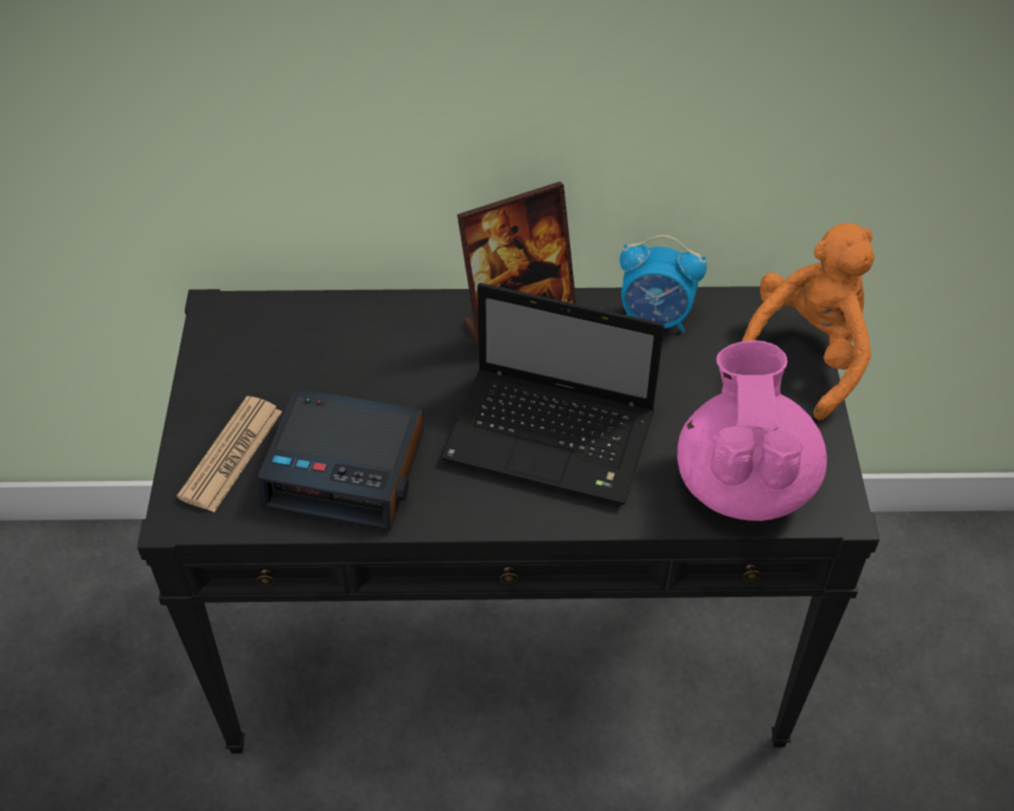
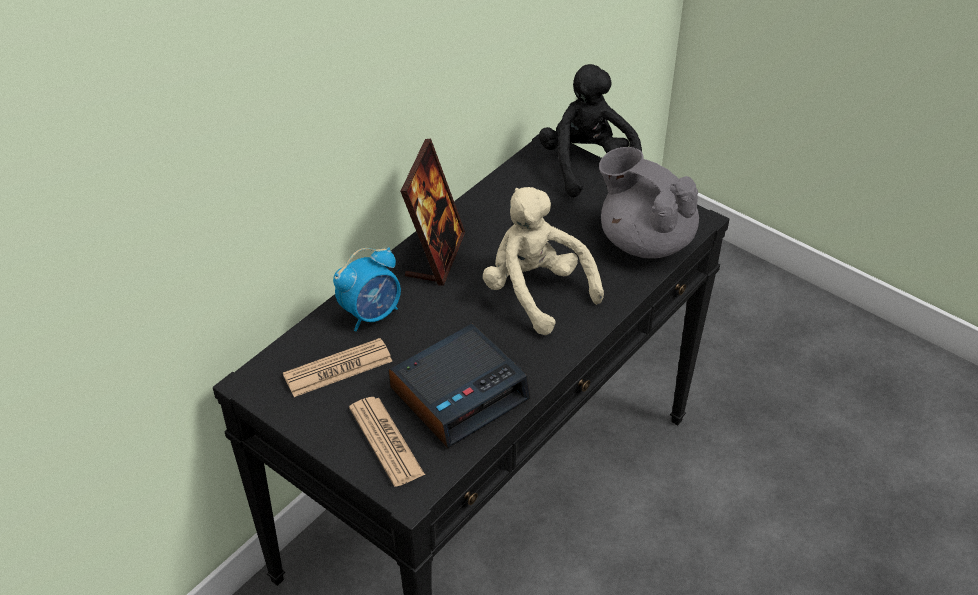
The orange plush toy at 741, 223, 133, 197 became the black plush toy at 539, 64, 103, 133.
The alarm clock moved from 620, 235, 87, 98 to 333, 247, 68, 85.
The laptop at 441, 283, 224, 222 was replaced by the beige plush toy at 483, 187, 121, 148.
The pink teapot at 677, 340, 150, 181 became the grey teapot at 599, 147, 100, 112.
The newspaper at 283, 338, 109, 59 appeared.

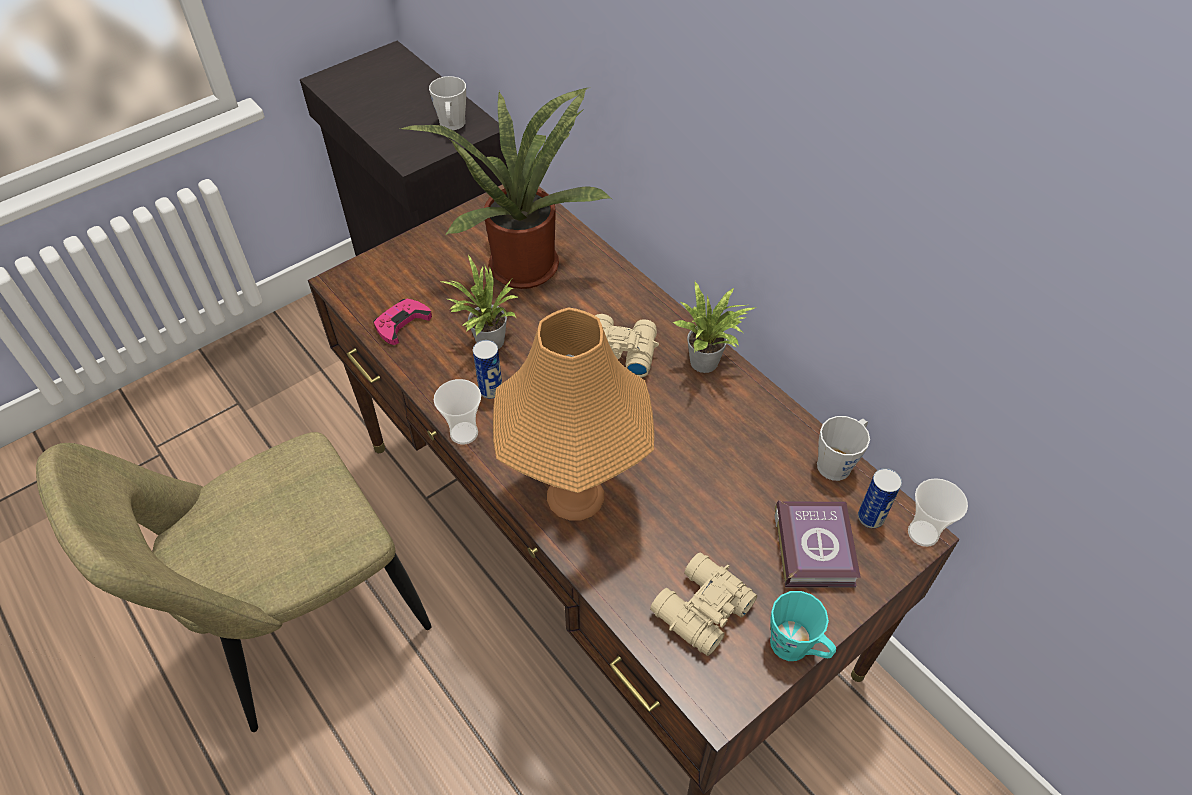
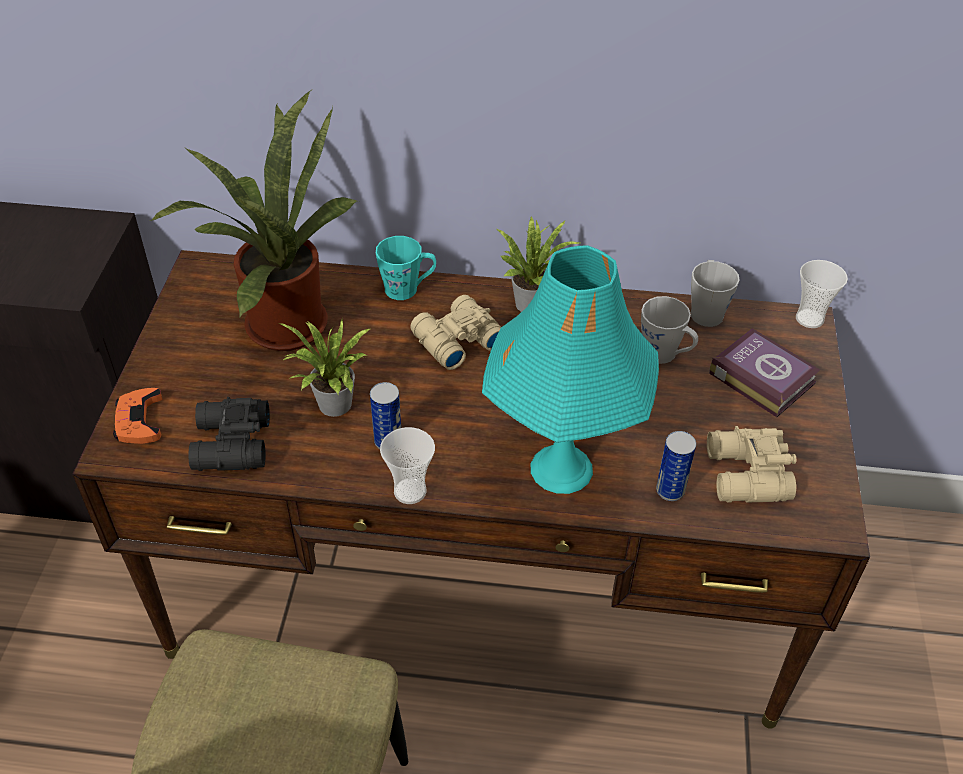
The grey mug moved from 429, 76, 37, 54 to 641, 296, 57, 68.
The pink game controller at 374, 299, 58, 46 was replaced by the black binoculars at 188, 397, 82, 74.
The orange table lamp at 493, 307, 161, 213 became the turquoise table lamp at 482, 245, 177, 249.
The can moved from 858, 468, 44, 60 to 656, 431, 40, 70.
The turquoise mug moved from 770, 591, 66, 70 to 376, 236, 60, 64.
The orange game controller at 113, 388, 50, 56 appeared.

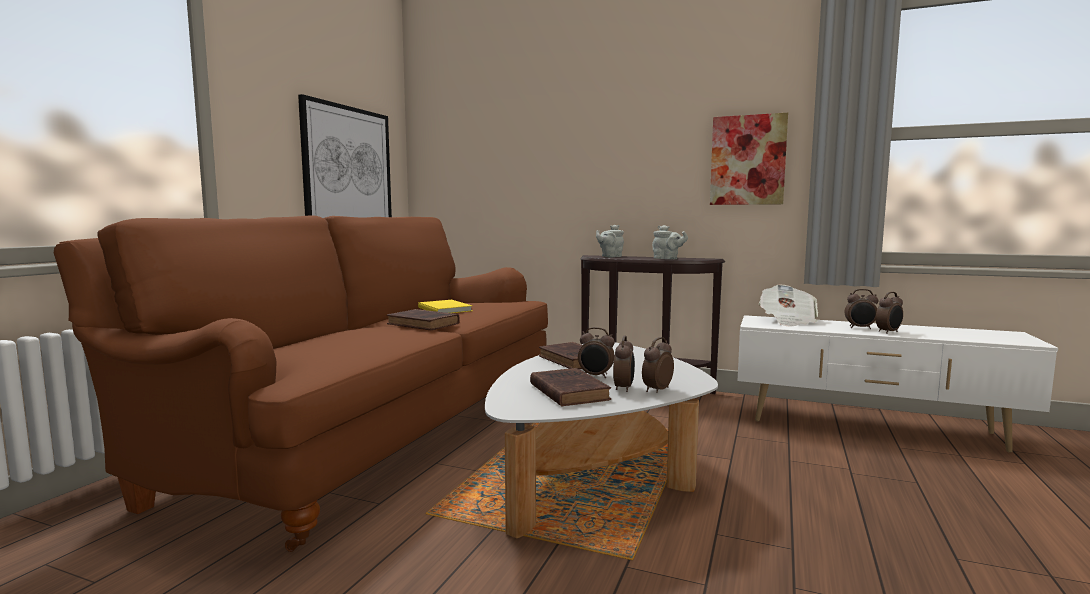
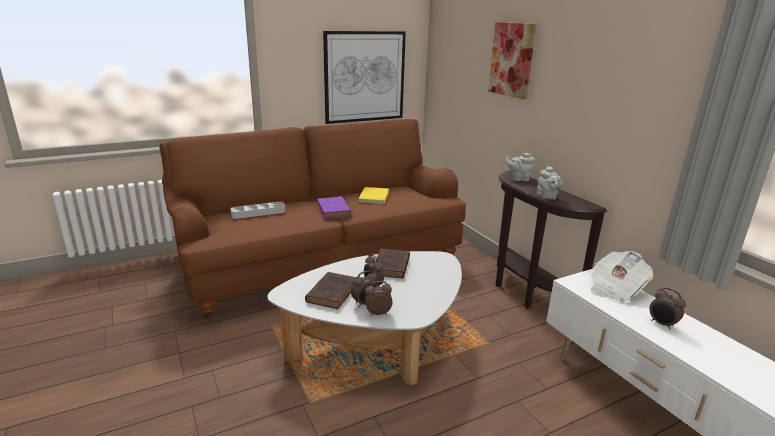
The picture moved from 710, 113, 78, 92 to 488, 22, 48, 78.
The alarm clock at 876, 292, 27, 42 disappeared.
The brown book at 387, 309, 73, 21 became the purple book at 317, 197, 34, 22.
The grey tray at 230, 202, 55, 17 appeared.

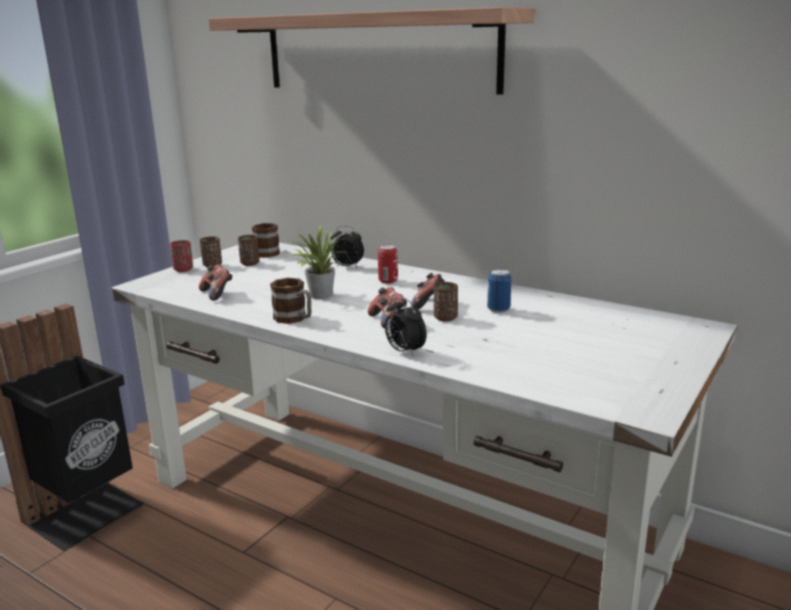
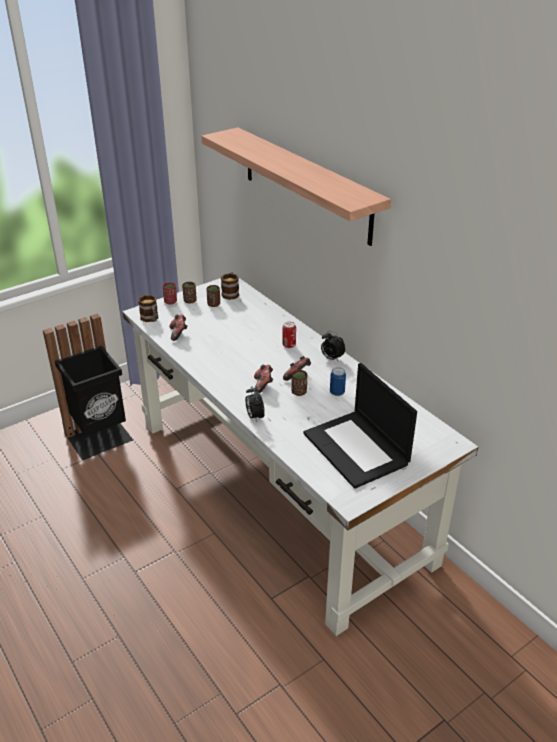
The potted plant at 288, 226, 56, 73 disappeared.
The alarm clock moved from 331, 226, 33, 42 to 321, 331, 24, 30.
The mug moved from 270, 278, 41, 46 to 138, 295, 20, 27.
The laptop at 304, 363, 113, 126 appeared.

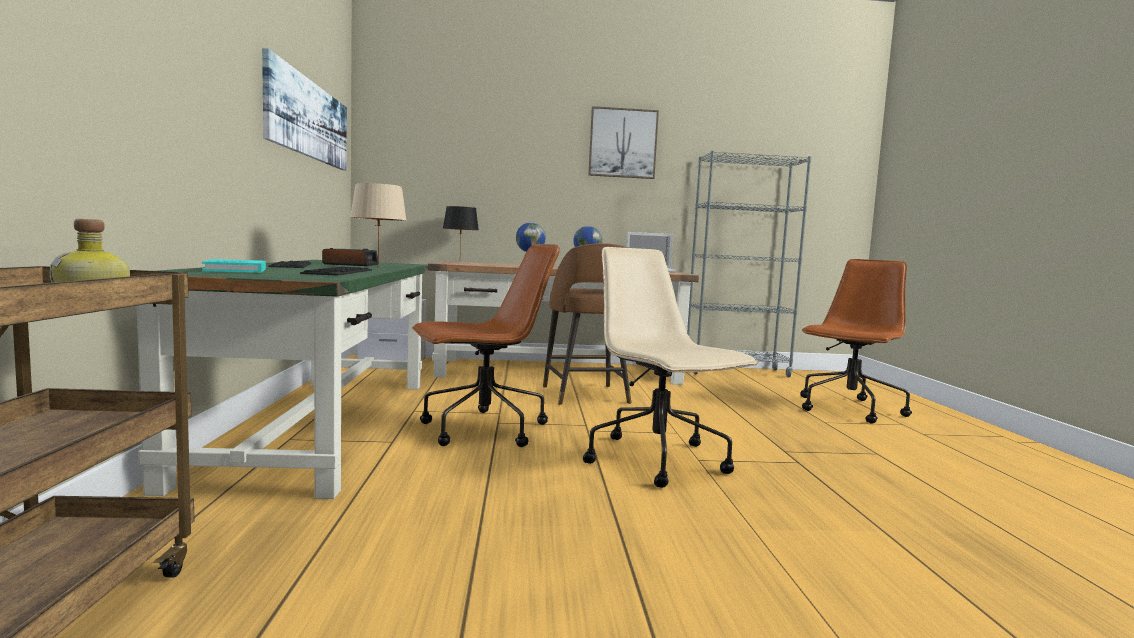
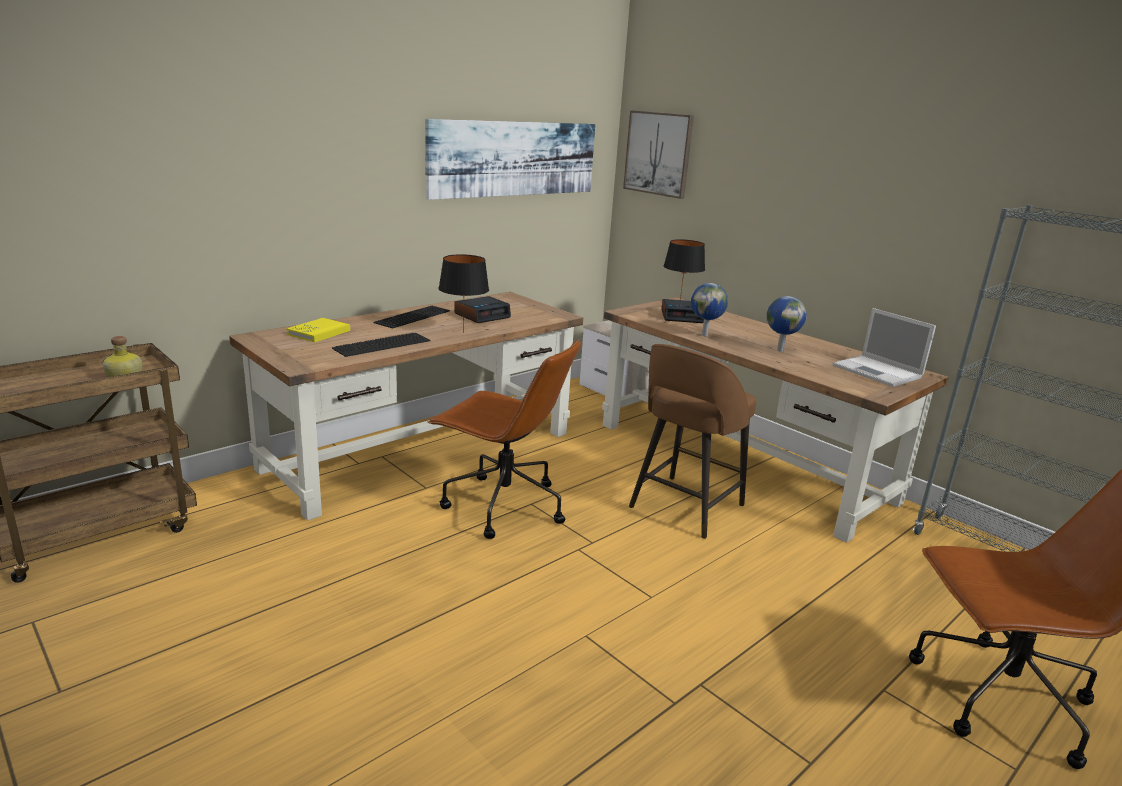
The picture moved from 588, 106, 71, 73 to 623, 110, 71, 89.
The beige table lamp at 350, 183, 57, 85 became the black table lamp at 438, 254, 51, 79.
The beige office chair at 583, 247, 175, 241 disappeared.
The turquoise book at 202, 259, 64, 14 became the yellow book at 286, 318, 64, 24.
The green desk at 137, 260, 291, 239 became the brown desk at 229, 292, 354, 229.
The alarm clock at 661, 299, 43, 24 appeared.

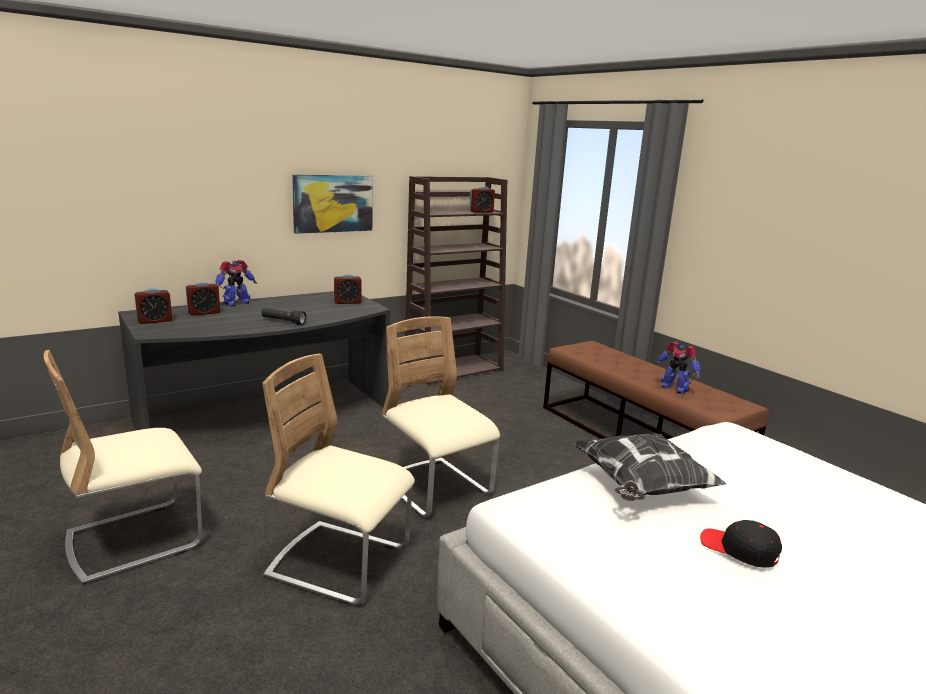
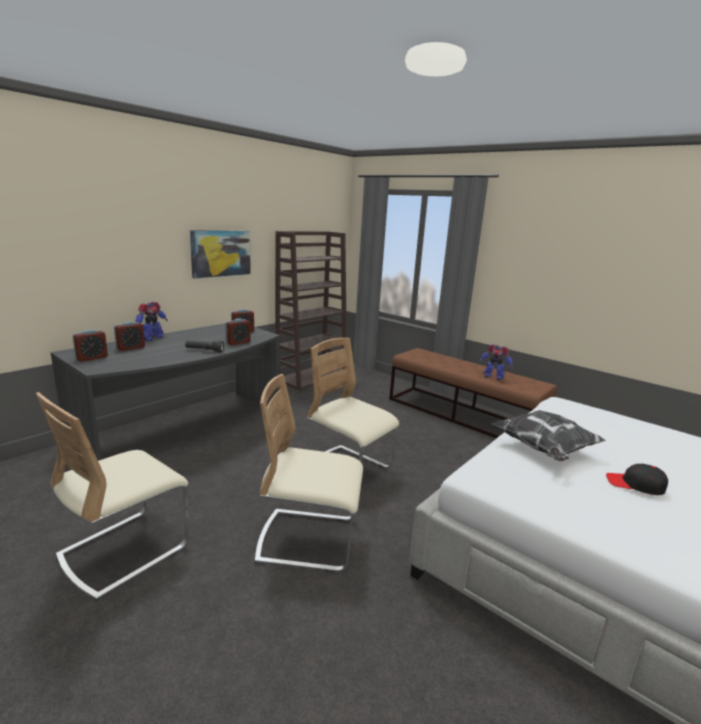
The alarm clock moved from 469, 186, 26, 27 to 225, 318, 26, 27.

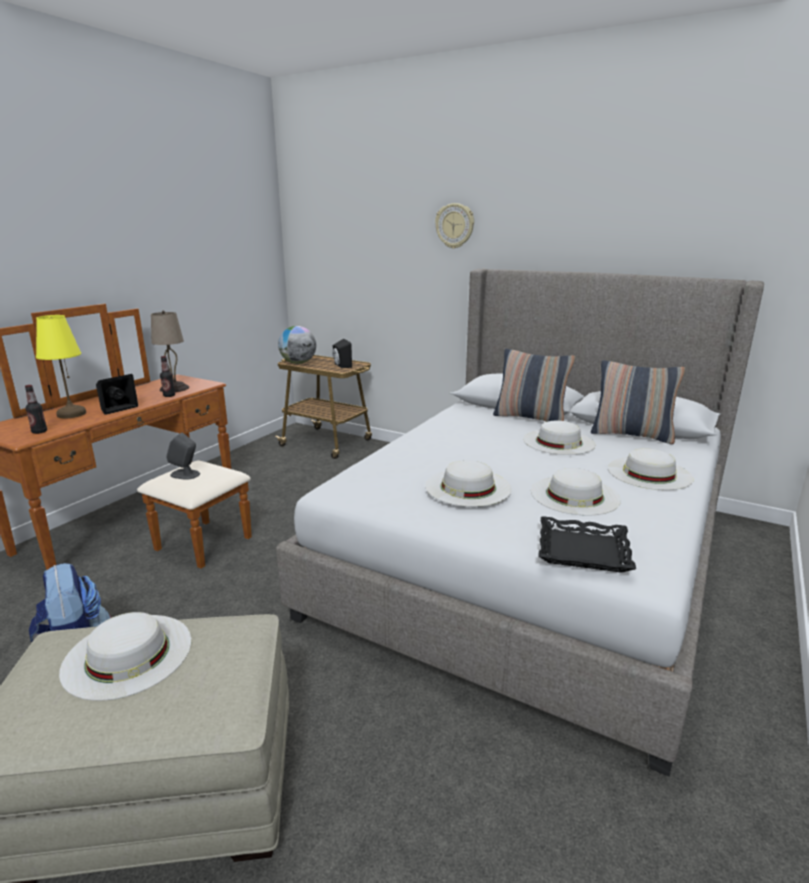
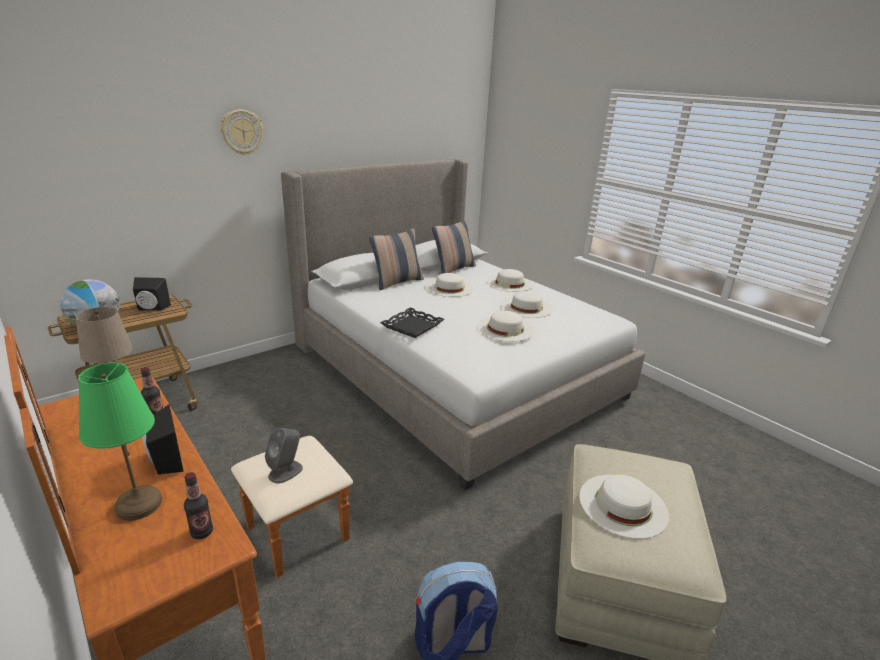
The yellow table lamp at 36, 315, 50, 103 became the green table lamp at 78, 362, 84, 159.
The black tray moved from 538, 516, 98, 57 to 380, 307, 64, 31.

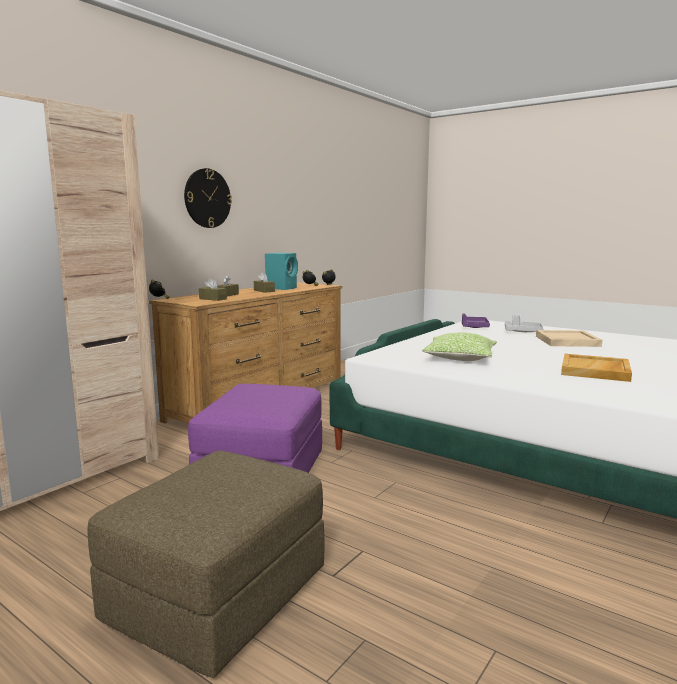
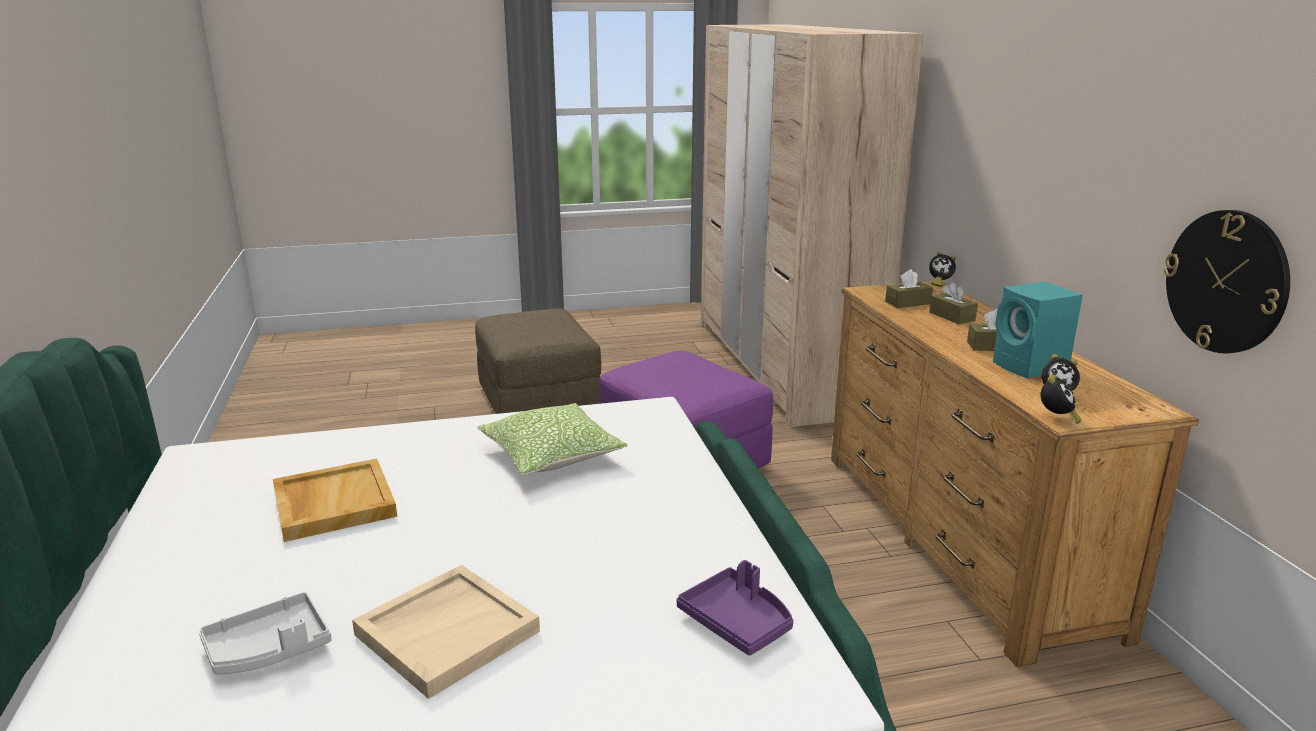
The wall clock moved from 184, 168, 48, 60 to 1164, 210, 126, 143.
The grey tray moved from 505, 315, 38, 17 to 199, 592, 133, 83.

